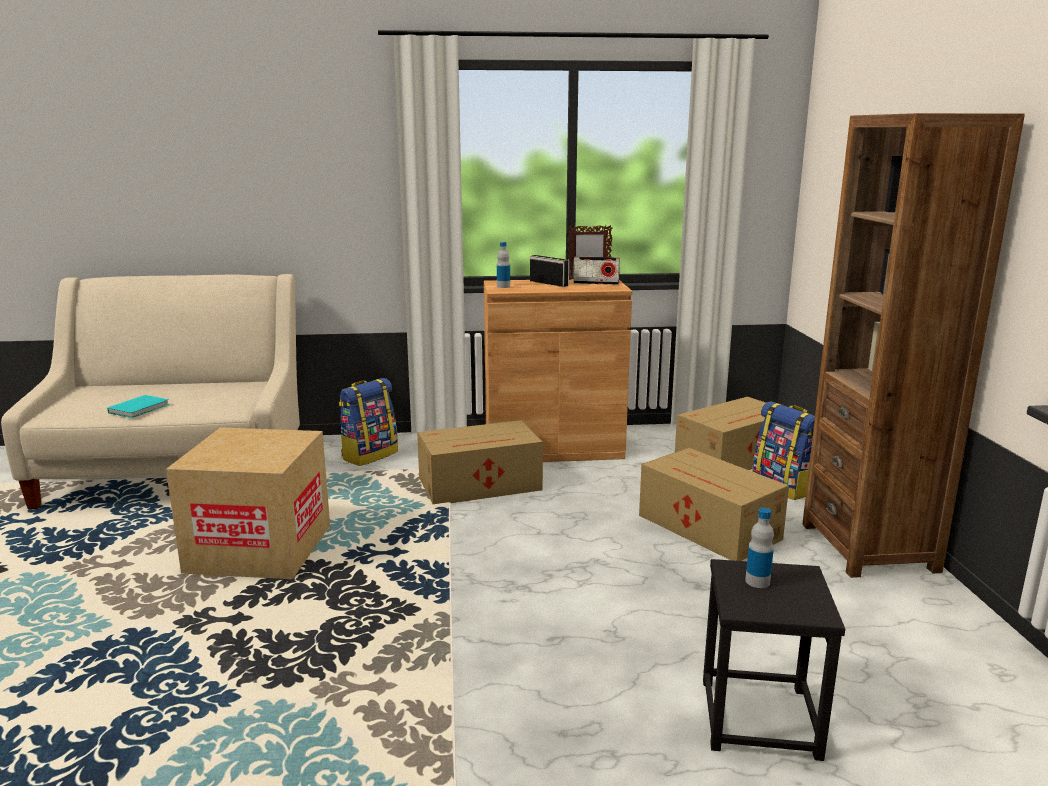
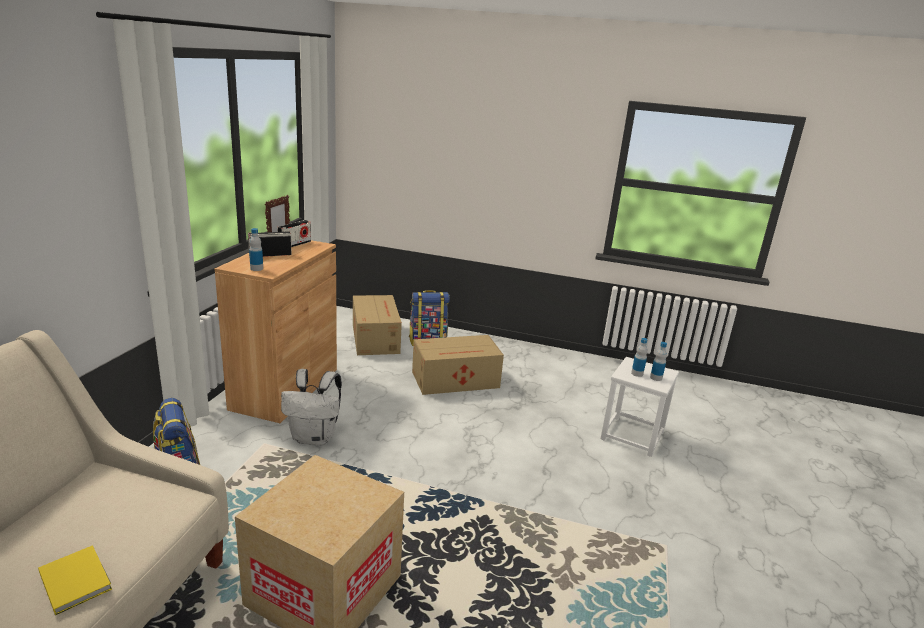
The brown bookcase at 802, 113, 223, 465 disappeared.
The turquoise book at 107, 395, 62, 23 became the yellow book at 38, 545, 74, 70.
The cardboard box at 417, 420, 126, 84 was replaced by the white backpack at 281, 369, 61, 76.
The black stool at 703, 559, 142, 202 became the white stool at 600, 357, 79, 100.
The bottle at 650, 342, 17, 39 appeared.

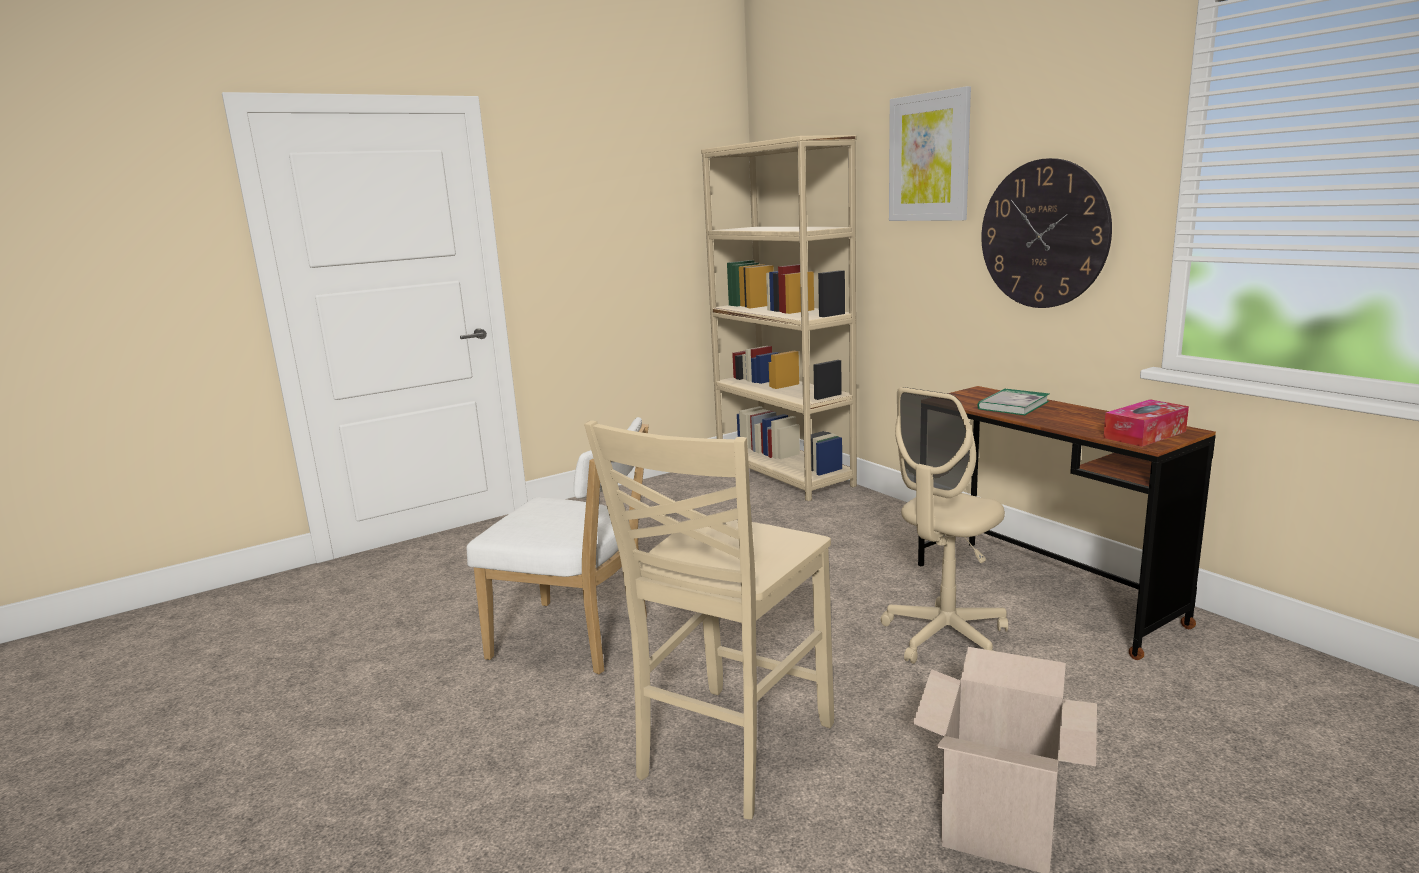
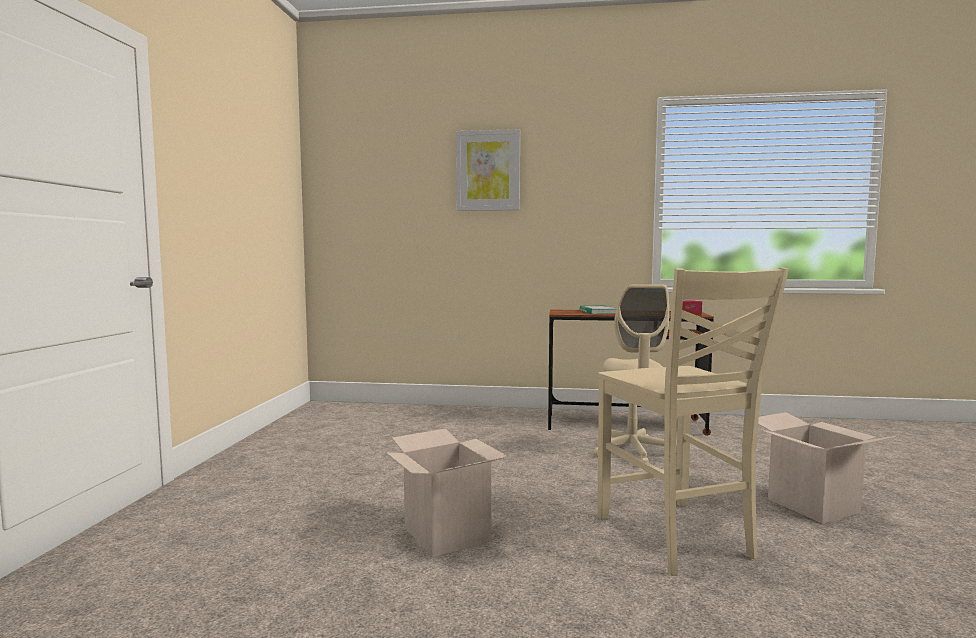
The beige bookcase at 701, 135, 156, 366 disappeared.
The wall clock at 981, 158, 131, 150 disappeared.
The white chair at 467, 417, 182, 257 was replaced by the cardboard box at 386, 429, 122, 128.

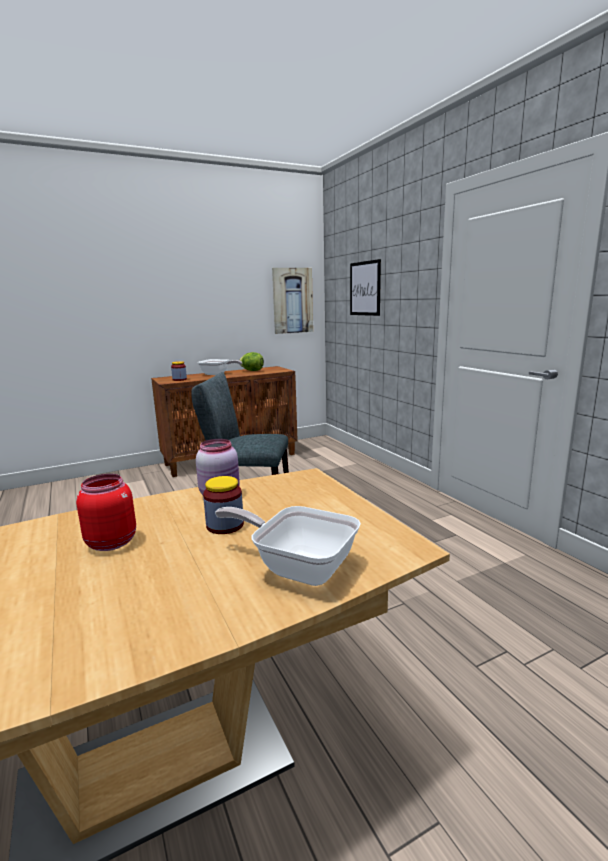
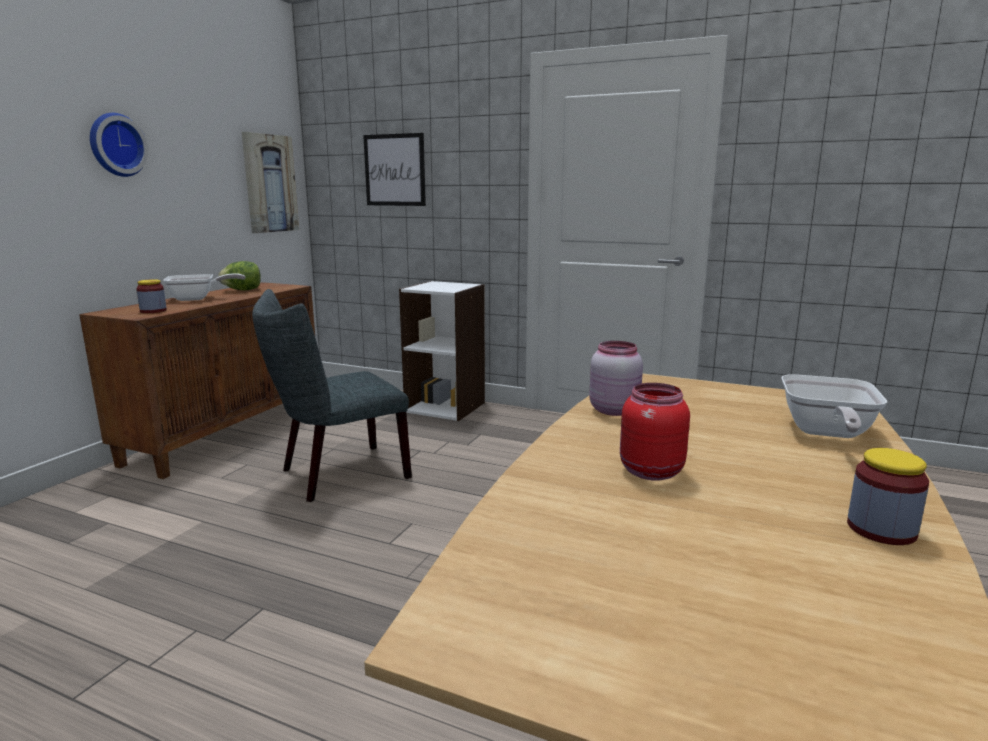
The jar moved from 203, 476, 41, 58 to 847, 448, 82, 97.
The frying pan at 215, 506, 146, 80 turned 60 degrees counterclockwise.
The wall clock at 90, 113, 58, 64 appeared.
The white bookcase at 399, 281, 86, 140 appeared.

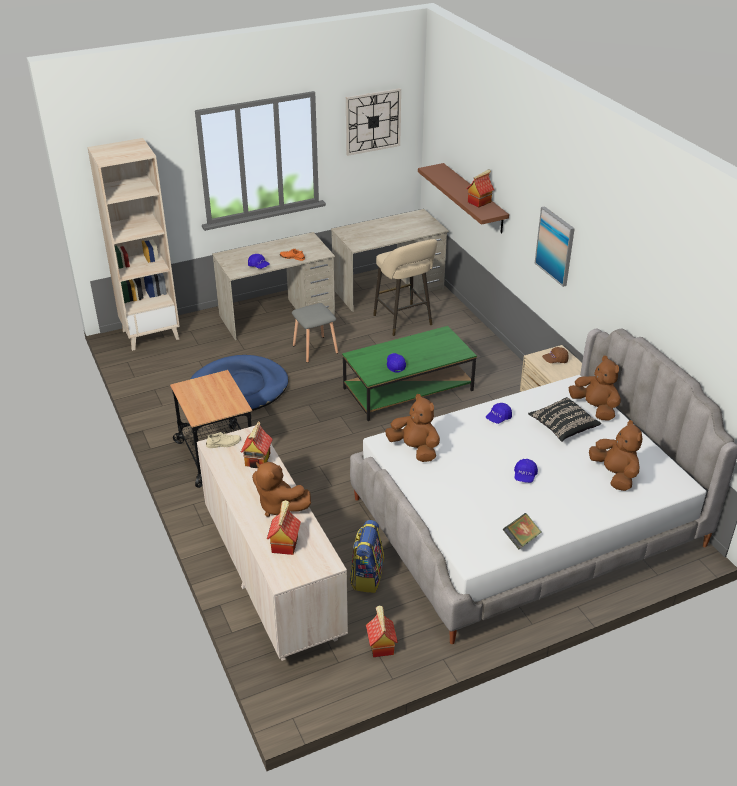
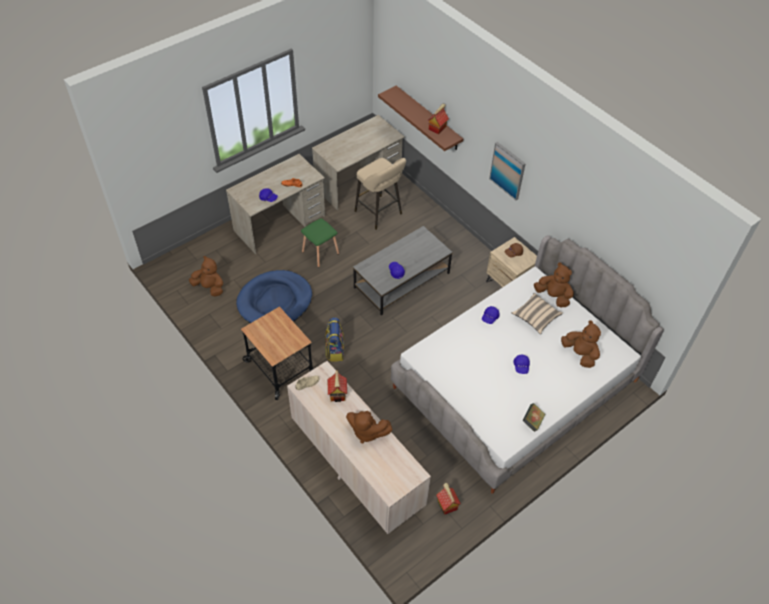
The wall clock at 346, 88, 55, 68 disappeared.
The beige bookcase at 87, 138, 93, 213 disappeared.
The grey stool at 292, 303, 46, 60 became the green stool at 301, 218, 38, 49.
The green coffee table at 342, 326, 135, 95 became the grey coffee table at 353, 226, 100, 90.
The brown plush toy moved from 385, 394, 55, 68 to 189, 256, 34, 41.
The black pillow at 528, 397, 73, 45 became the beige pillow at 512, 293, 51, 41.
The toy house at 267, 500, 34, 55 disappeared.
The backpack moved from 350, 520, 34, 73 to 325, 317, 19, 44.

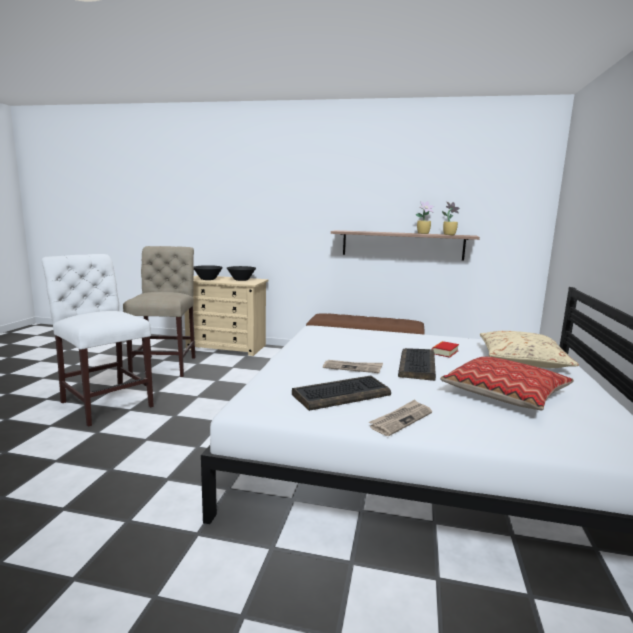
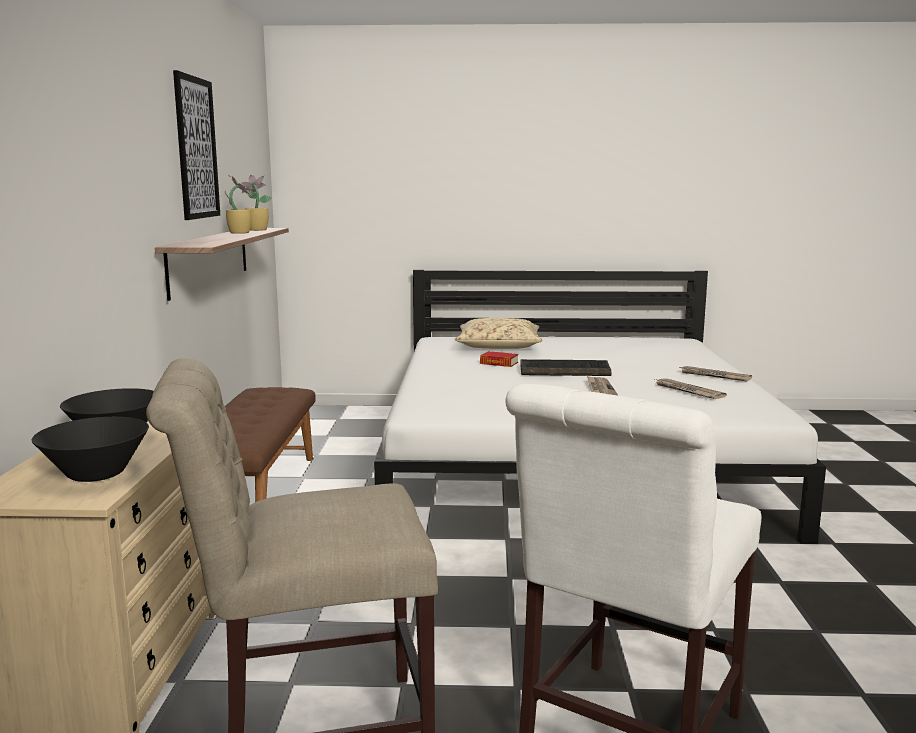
The pillow at 440, 357, 134, 54 disappeared.
The keyboard at 292, 376, 99, 35 was replaced by the newspaper at 655, 378, 72, 21.
The picture at 173, 70, 47, 150 appeared.

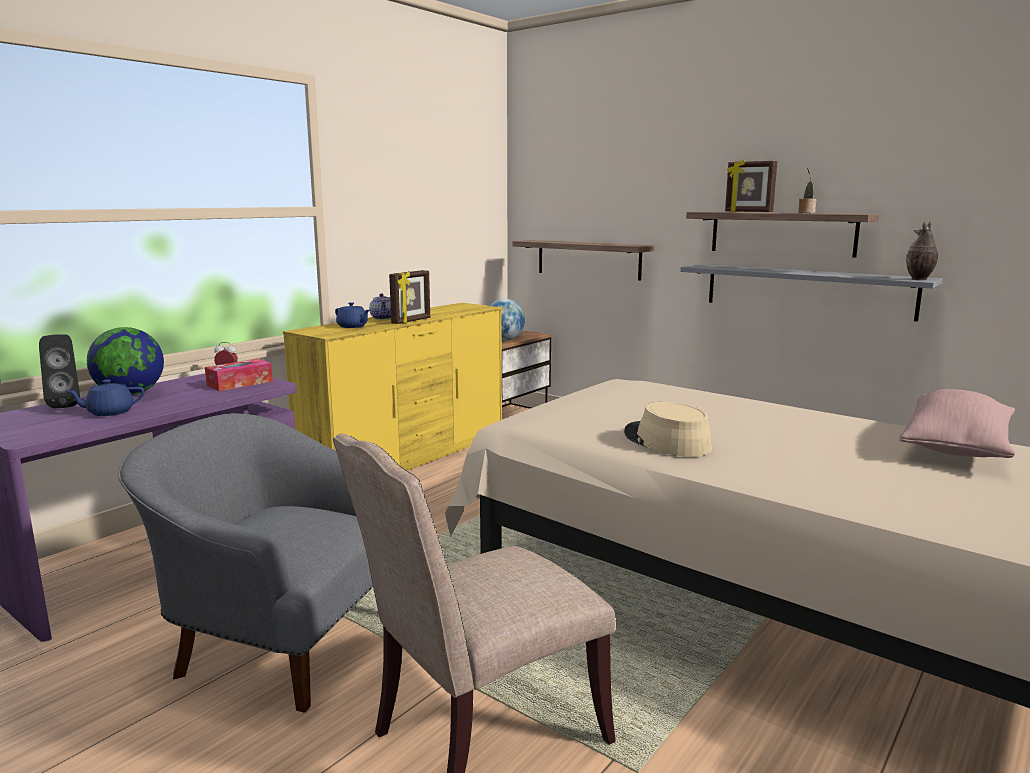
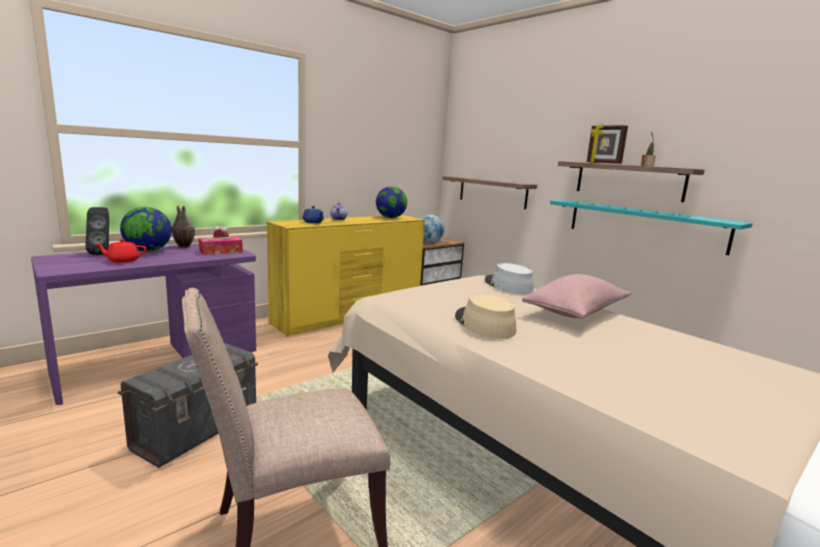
The vase moved from 906, 221, 32, 59 to 172, 205, 23, 43.
The grey shelf at 680, 264, 263, 58 became the turquoise shelf at 550, 200, 203, 55.
The picture frame at 389, 270, 41, 54 disappeared.
The blue teapot at 66, 379, 79, 37 became the red teapot at 95, 239, 52, 24.
The pink pillow moved from 899, 389, 116, 69 to 522, 274, 109, 44.
The grey armchair at 118, 413, 255, 300 was replaced by the grey storage box at 118, 343, 140, 125.
The globe at 376, 186, 31, 32 appeared.
The grey hat at 485, 263, 49, 31 appeared.

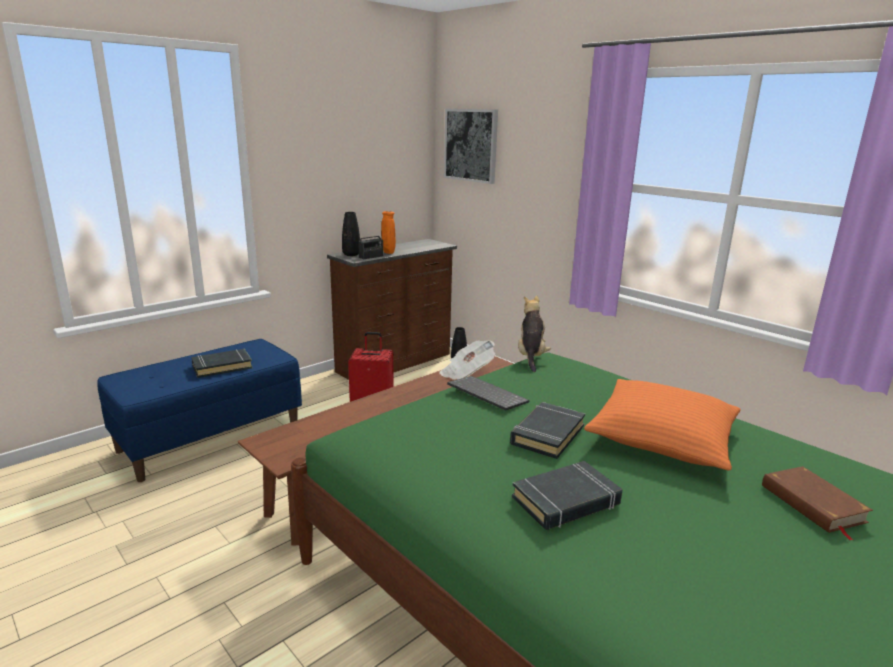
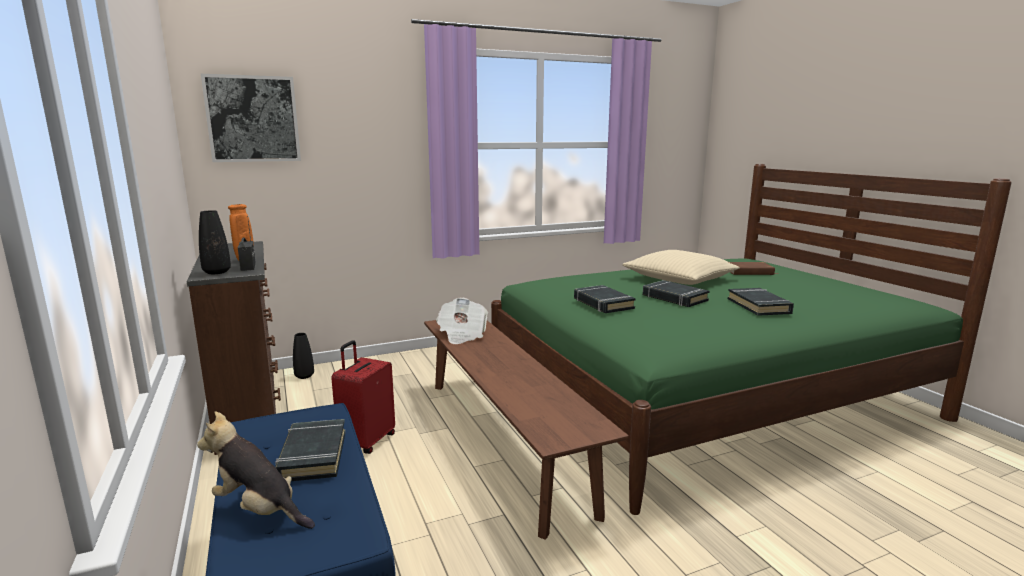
The plush toy moved from 518, 296, 33, 76 to 197, 411, 118, 118.
The keyboard at 447, 376, 83, 35 was replaced by the black book at 574, 285, 62, 28.
The orange pillow at 584, 379, 157, 91 became the beige pillow at 622, 250, 118, 35.

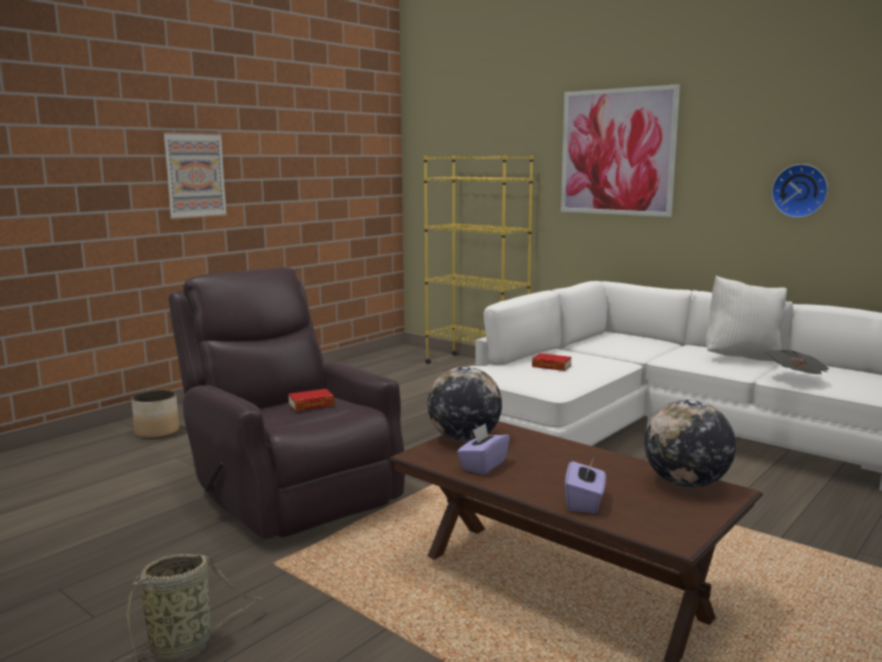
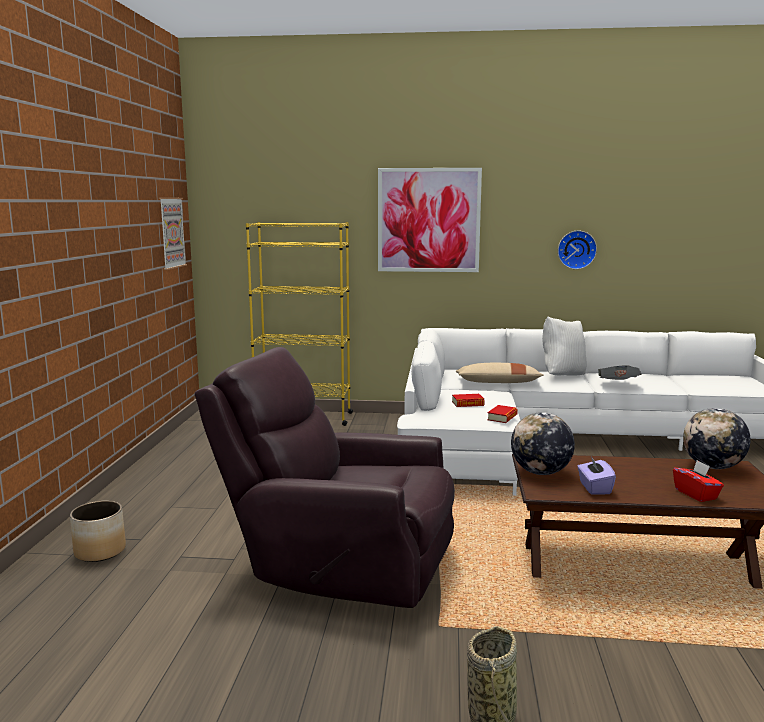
The picture moved from 163, 132, 64, 87 to 159, 197, 28, 73.
The book moved from 288, 389, 47, 22 to 487, 405, 31, 18.
The purple tissue box at 565, 456, 41, 57 became the red tissue box at 673, 460, 51, 42.
The beige pillow at 456, 363, 88, 20 appeared.

